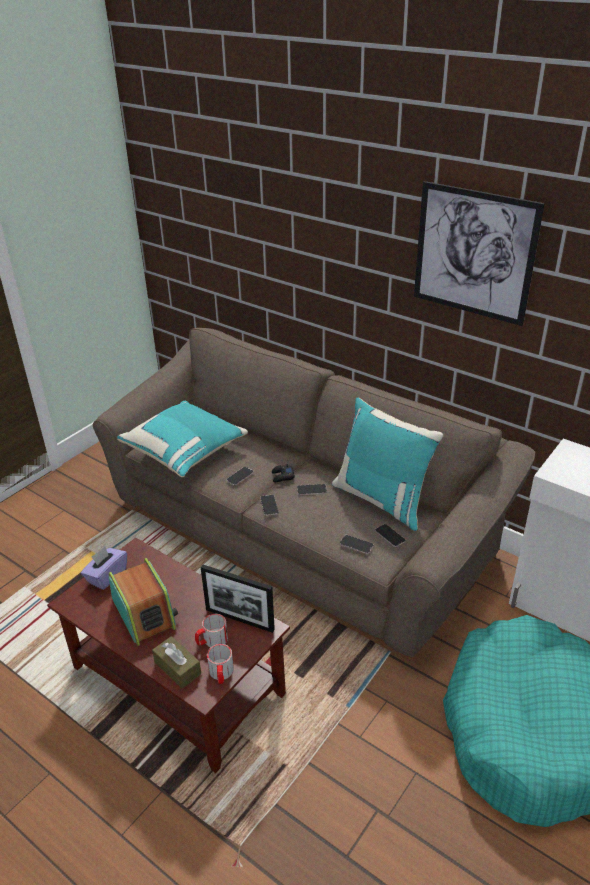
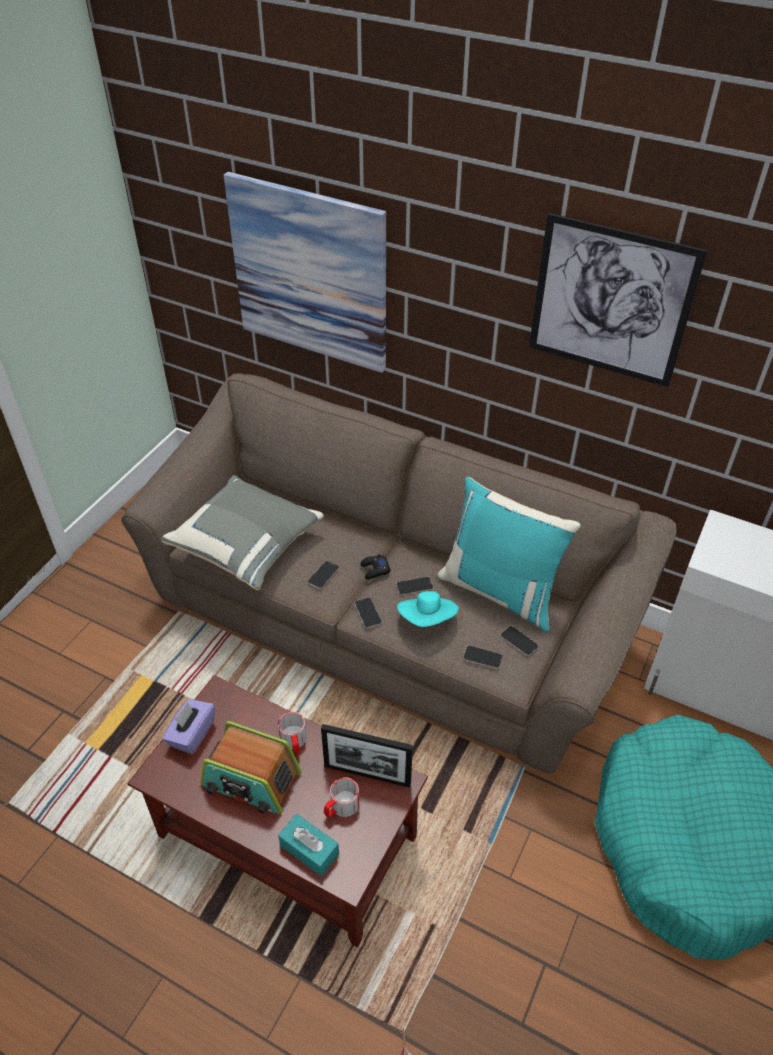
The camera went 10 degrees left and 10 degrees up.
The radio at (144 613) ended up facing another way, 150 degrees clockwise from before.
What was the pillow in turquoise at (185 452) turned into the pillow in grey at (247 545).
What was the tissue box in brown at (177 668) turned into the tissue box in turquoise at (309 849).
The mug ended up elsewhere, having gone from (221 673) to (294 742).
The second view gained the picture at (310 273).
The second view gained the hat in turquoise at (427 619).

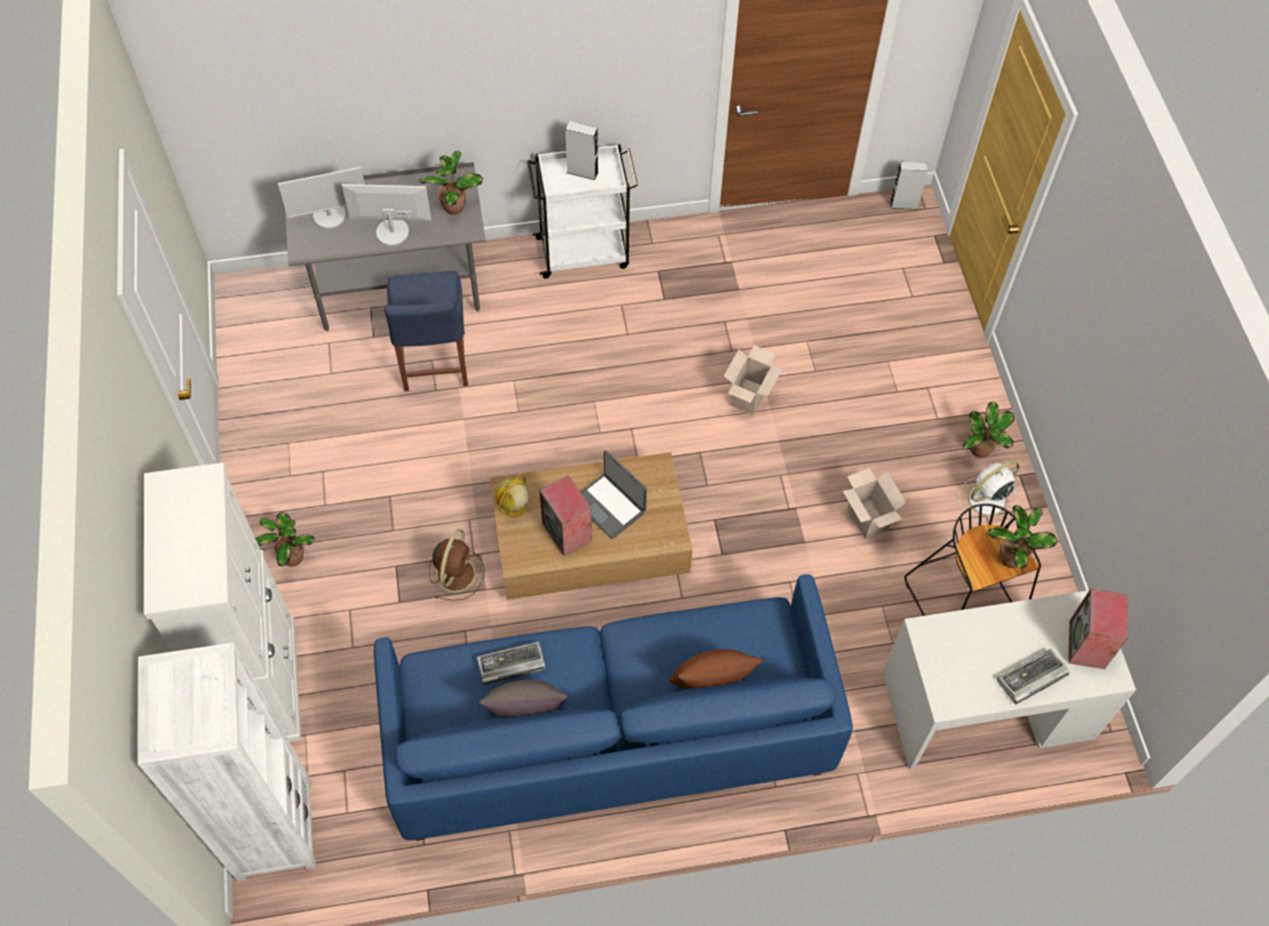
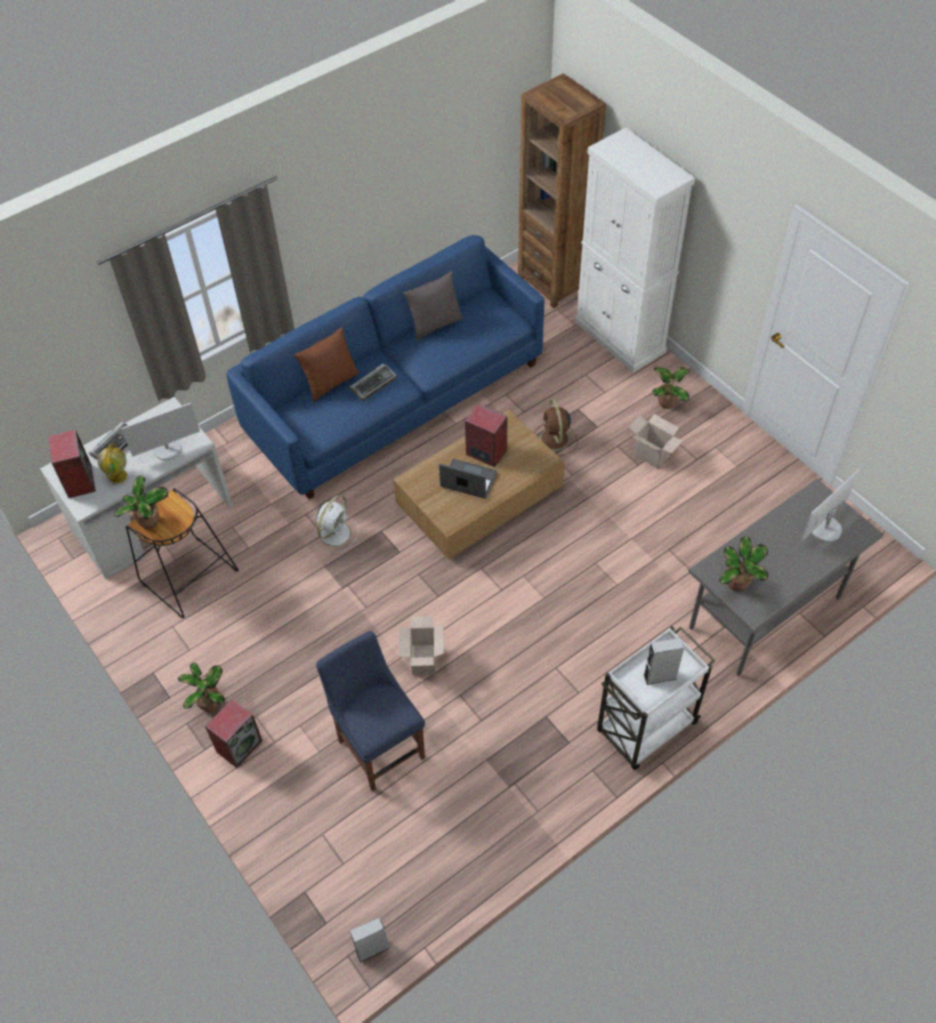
The camera went 155 degrees right and 5 degrees down.
What was the bookcase in white at (274 829) turned into the bookcase in brown at (554 282).
The monitor ended up elsewhere, having gone from (392 232) to (167 449).
The chair in blue ended up elsewhere, having gone from (434 365) to (379 745).
The keyboard ended up elsewhere, having gone from (510 665) to (373 384).
The globe ended up elsewhere, having gone from (513 509) to (118 475).
The cardboard box ended up elsewhere, having gone from (866 518) to (652 455).
The fan in white ended up elsewhere, having gone from (985 500) to (336 532).
The second view gained the speaker at (239 745).

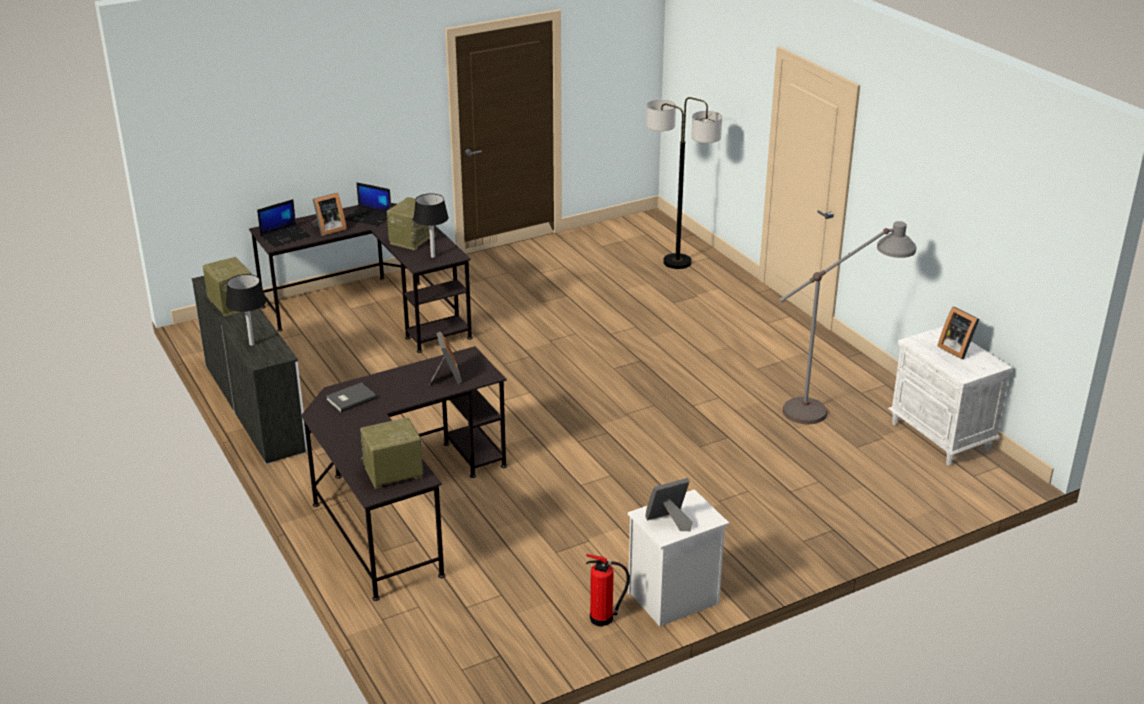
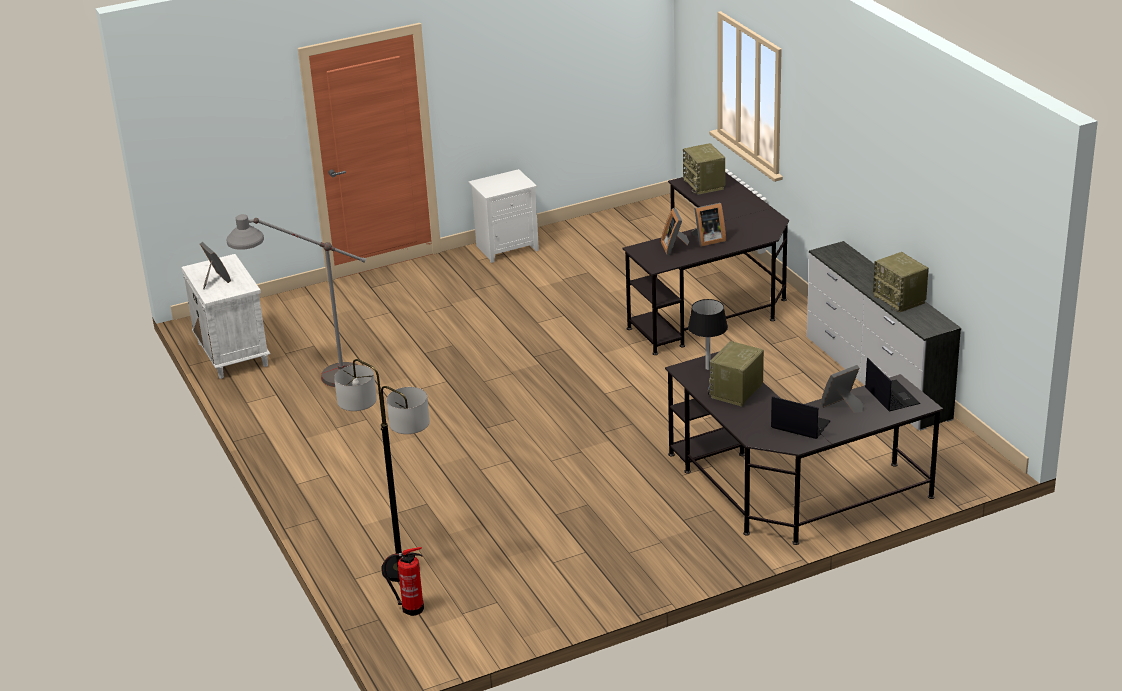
The camera went 175 degrees left and 0 degrees up.
The second view lost the table lamp in black at (252 344).
The laptop at (285 236) ended up facing another way, 105 degrees clockwise from before.
The second view lost the book in grey at (350 398).
The radio at (392 473) ended up facing another way, 90 degrees clockwise from before.
The fire extinguisher ended up elsewhere, having gone from (604 619) to (410 608).
The picture frame ended up elsewhere, having gone from (669 521) to (707 240).

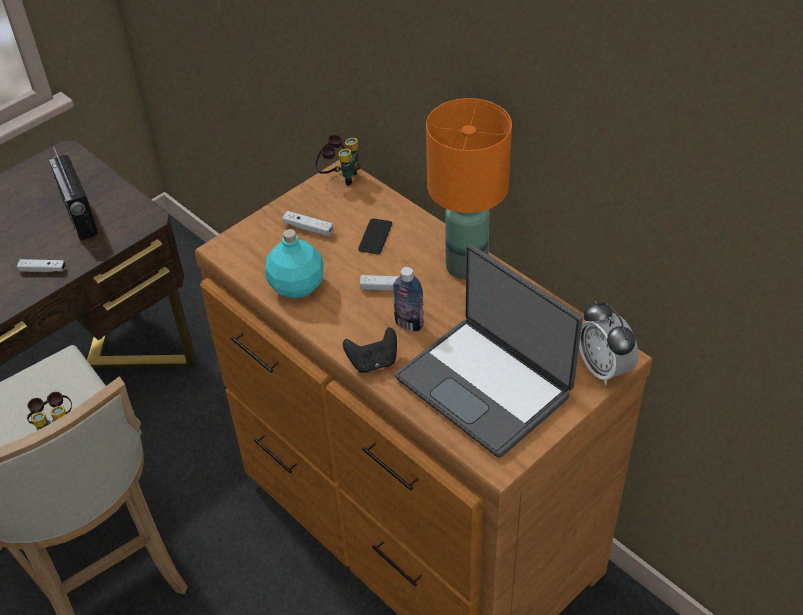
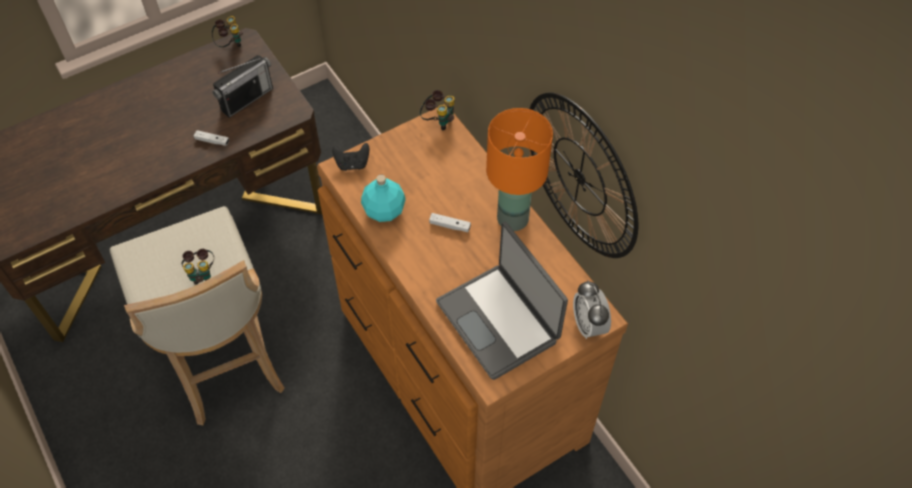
The camera went 10 degrees right and 10 degrees up.
The radio at (80 216) ended up facing another way, 120 degrees counterclockwise from before.
The second view lost the game controller in white at (308 228).
The game controller in black ended up elsewhere, having gone from (373 362) to (352 164).
The second view lost the phone at (375 237).
The second view lost the bottle at (409 324).
The second view gained the binoculars at (230 44).
The second view gained the wall clock at (580 176).

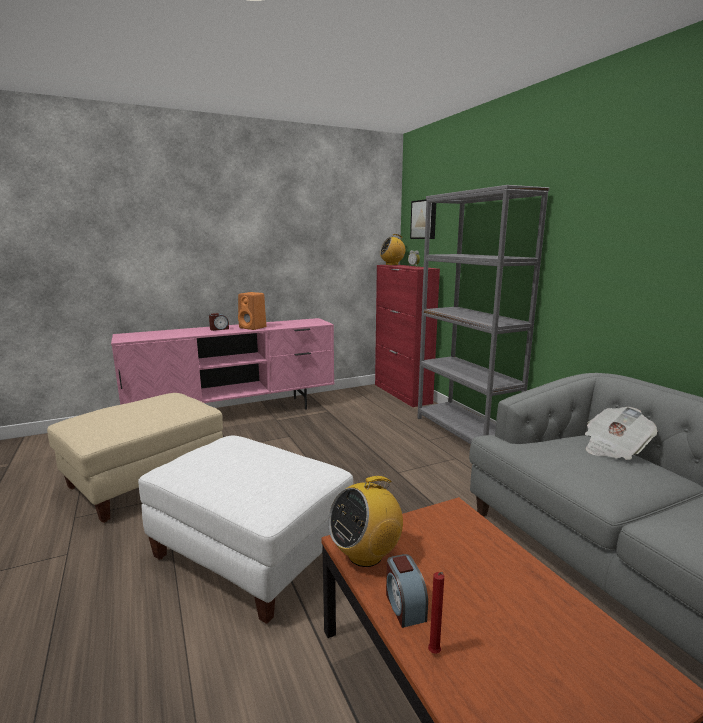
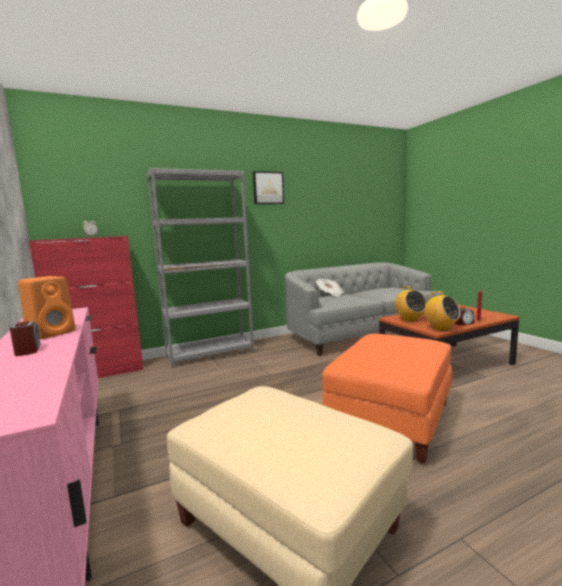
The camera went 90 degrees left and 5 degrees down.
What was the ottoman in white at (250 554) turned into the ottoman in orange at (391 419).
The radio ended up elsewhere, having gone from (392 264) to (409 319).
The picture ended up elsewhere, having gone from (424 219) to (268 188).

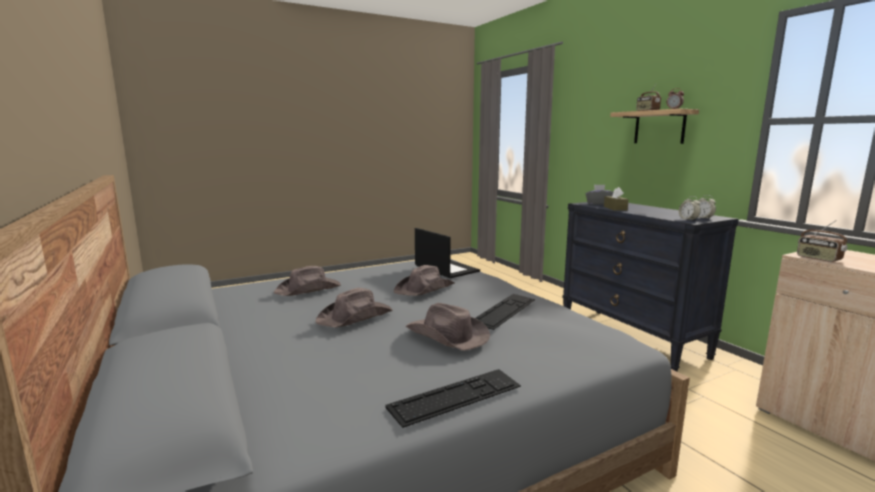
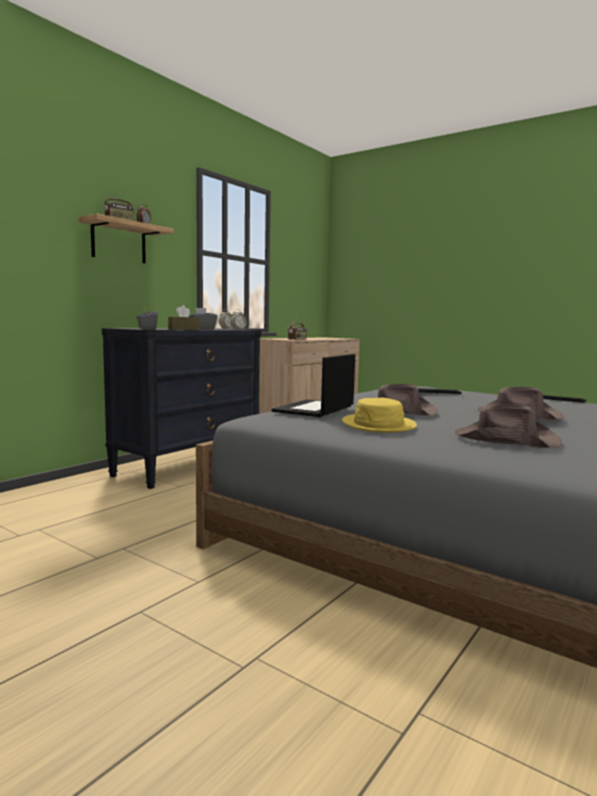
The camera went 115 degrees left and 5 degrees down.
The second view lost the hat in brown at (447 336).
The second view gained the tissue box in grey at (201 329).
The second view gained the hat in yellow at (379 425).

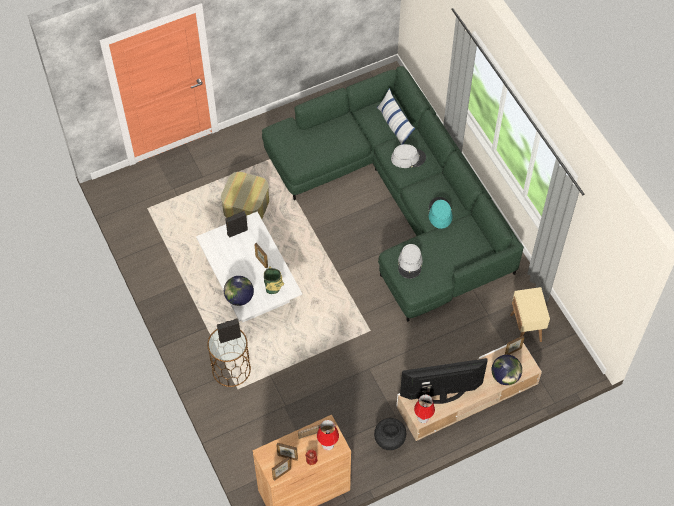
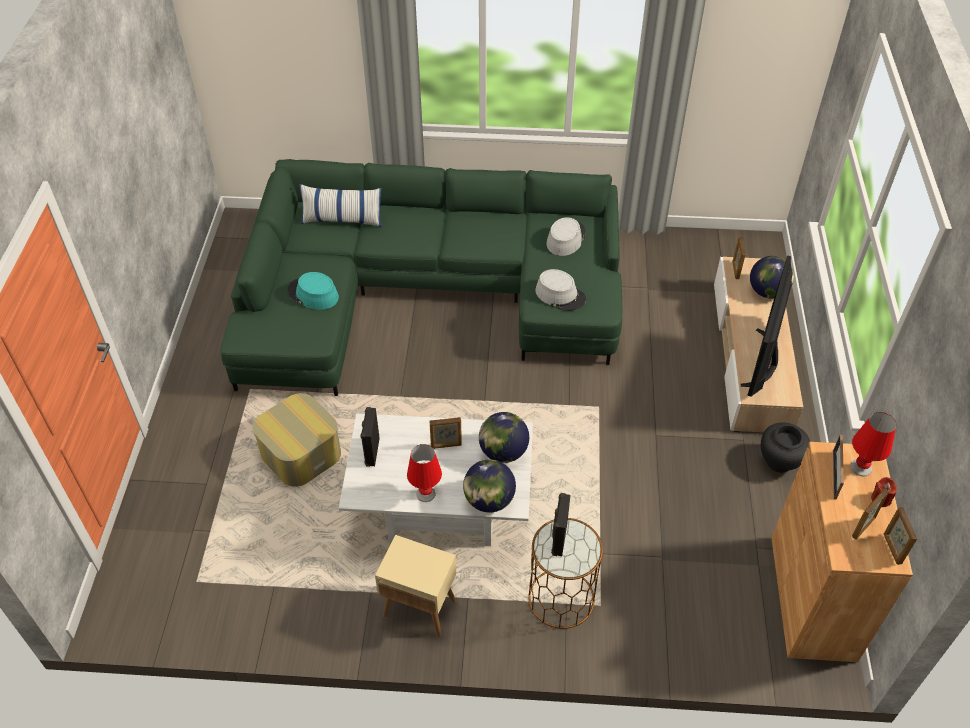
The camera went 60 degrees left and 10 degrees down.
Where the vase stood at (273 289), the globe came to stand at (503 452).
The hat in grey ended up elsewhere, having gone from (408 158) to (565 238).
The table lamp in red ended up elsewhere, having gone from (423 418) to (425 494).
The hat in turquoise ended up elsewhere, having gone from (440 213) to (313 294).
The side table in beige ended up elsewhere, having gone from (526 328) to (420 608).

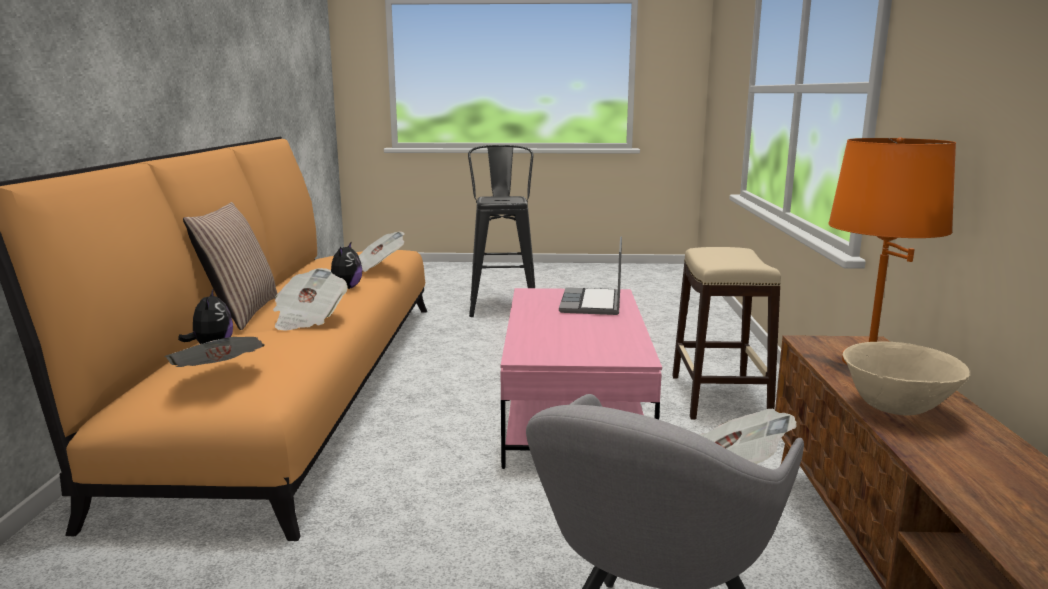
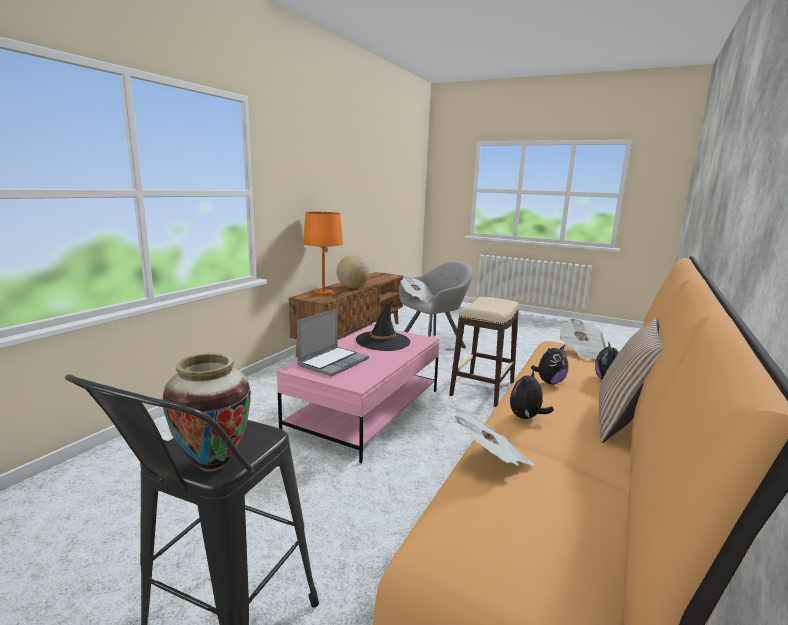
The camera went 155 degrees left and 0 degrees up.
Where the newspaper stood at (308 319), the plush toy came to stand at (549 382).
The stool in beige ended up elsewhere, having gone from (720 397) to (482 388).
Where the bowl in beige stood at (897 409), the globe came to stand at (352 287).
The second view gained the vase at (213 464).
The second view gained the hat in black at (383 341).

